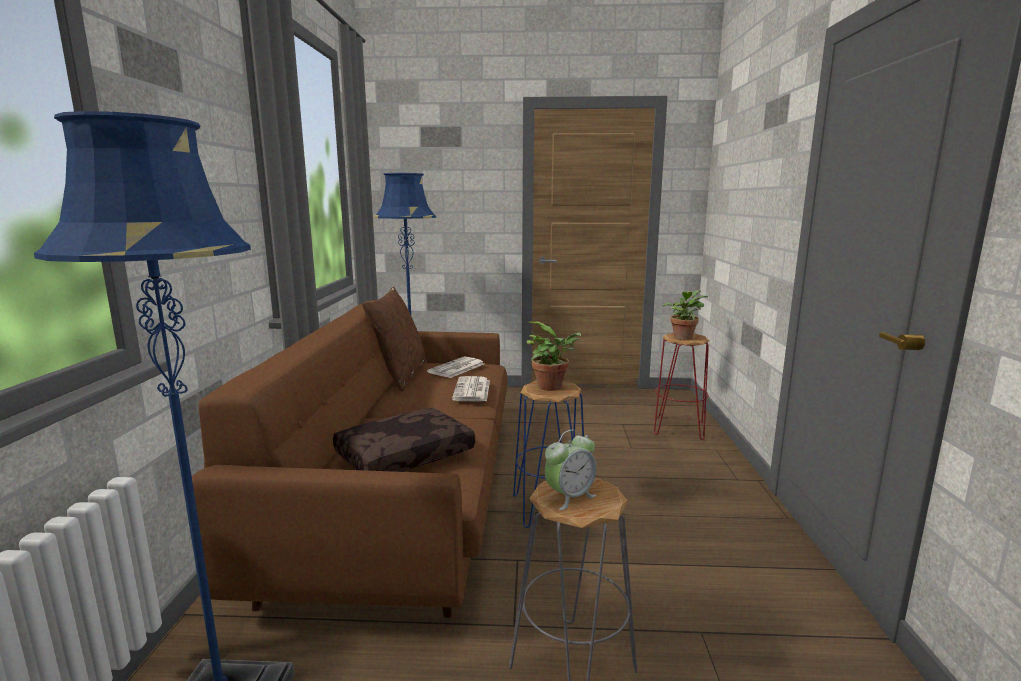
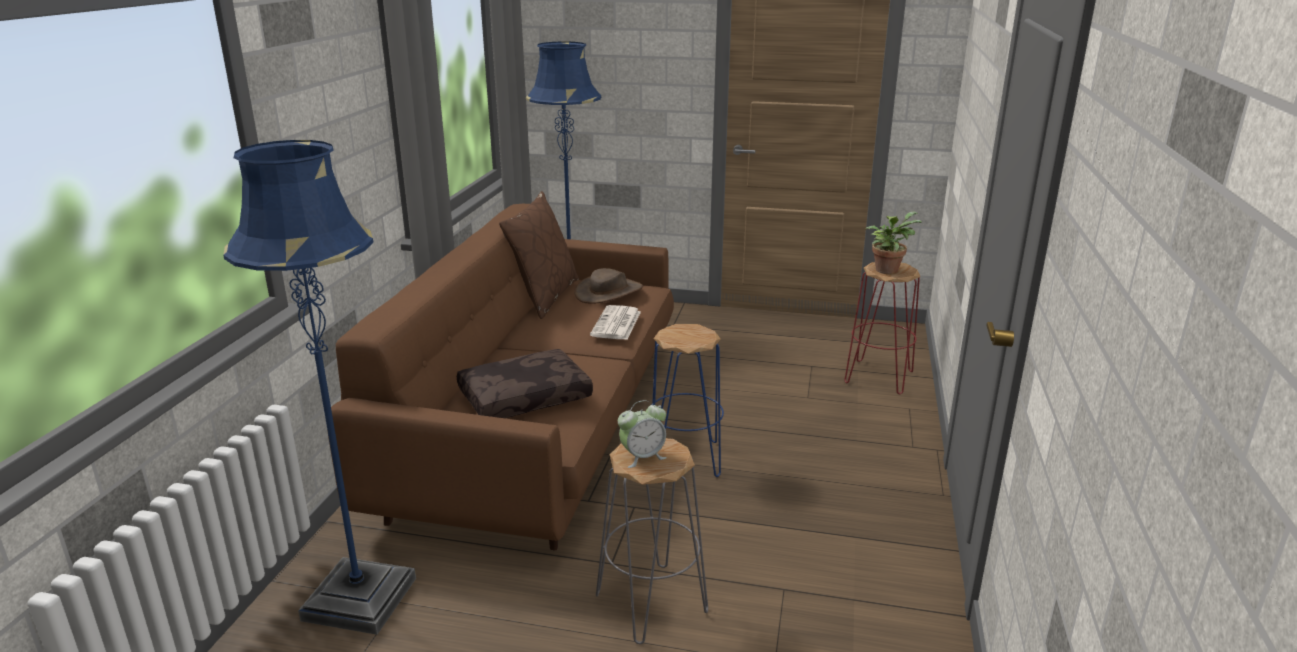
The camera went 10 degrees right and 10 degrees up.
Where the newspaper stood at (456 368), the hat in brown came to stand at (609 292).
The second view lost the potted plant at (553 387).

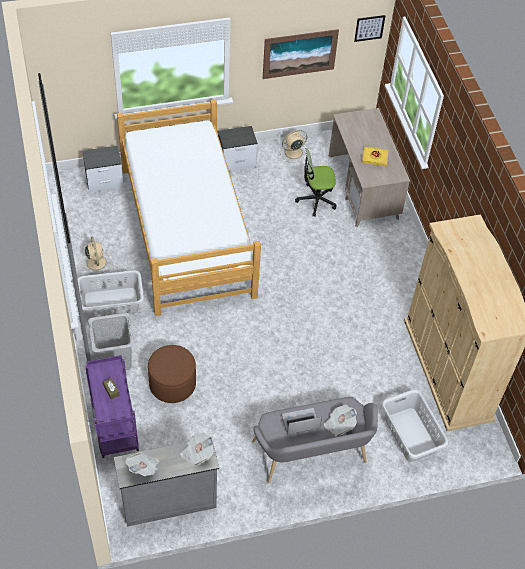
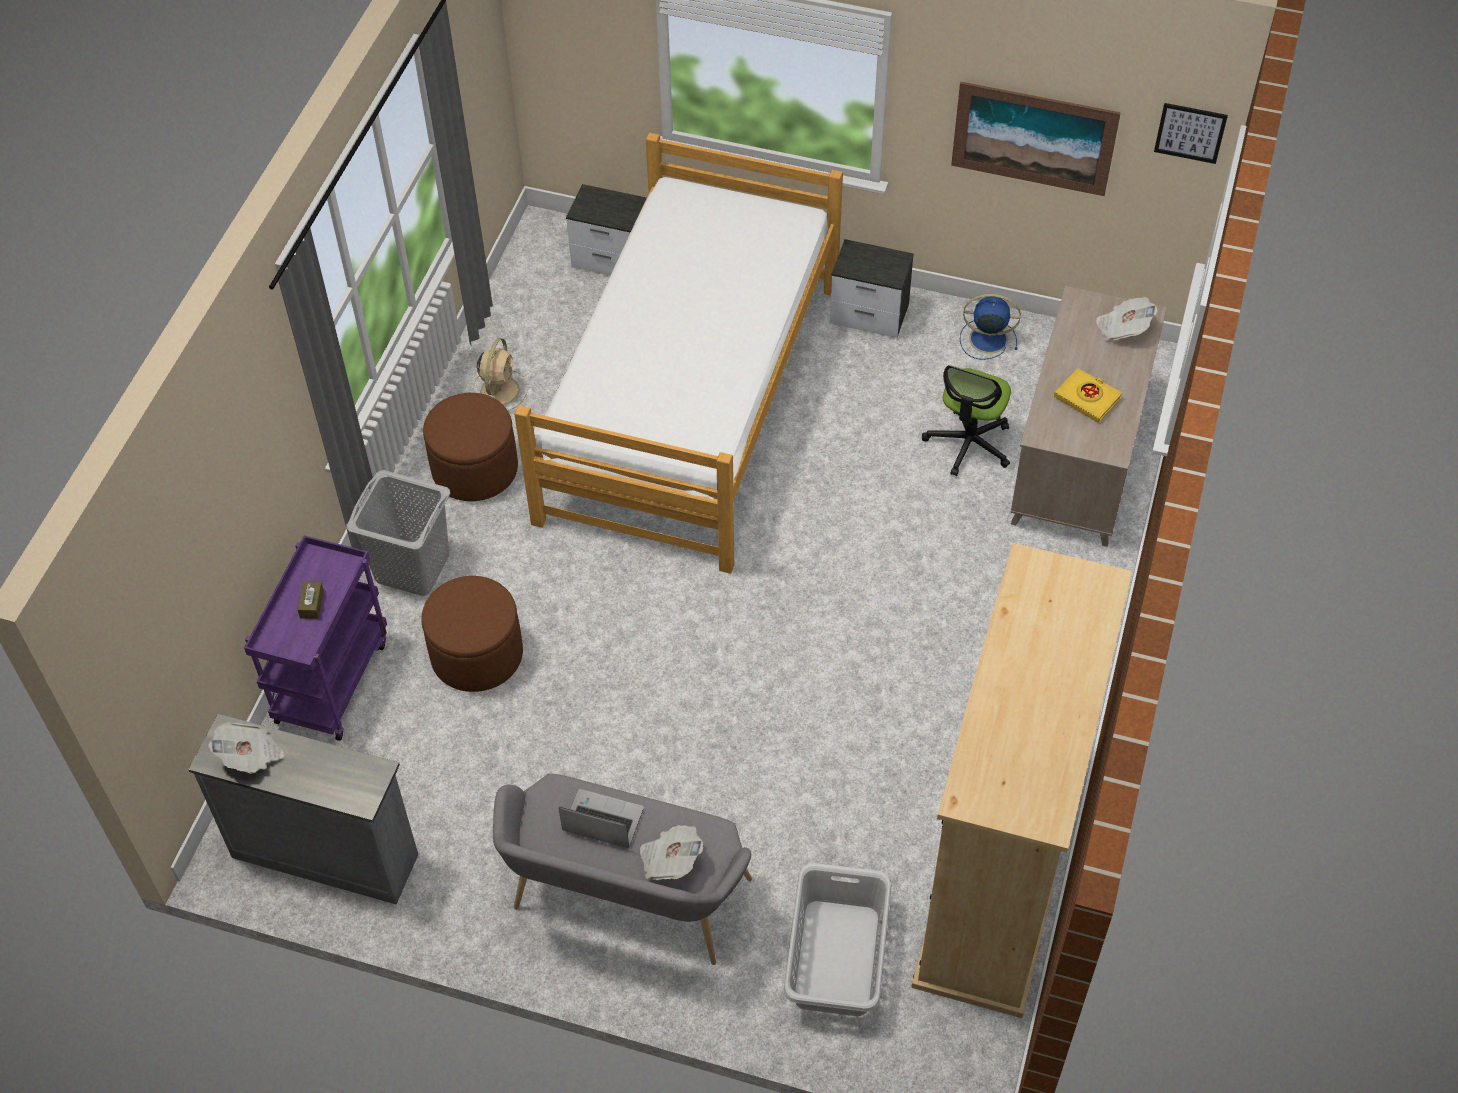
The camera went 35 degrees right and 0 degrees up.
Where the laundry basket in grey stood at (111 302), the ottoman in brown came to stand at (475 469).
The newspaper ended up elsewhere, having gone from (197 453) to (1123 328).
What was the fan in beige at (292 152) turned into the fan in blue at (986 339).
The office chair at (316 200) ended up facing another way, 90 degrees counterclockwise from before.

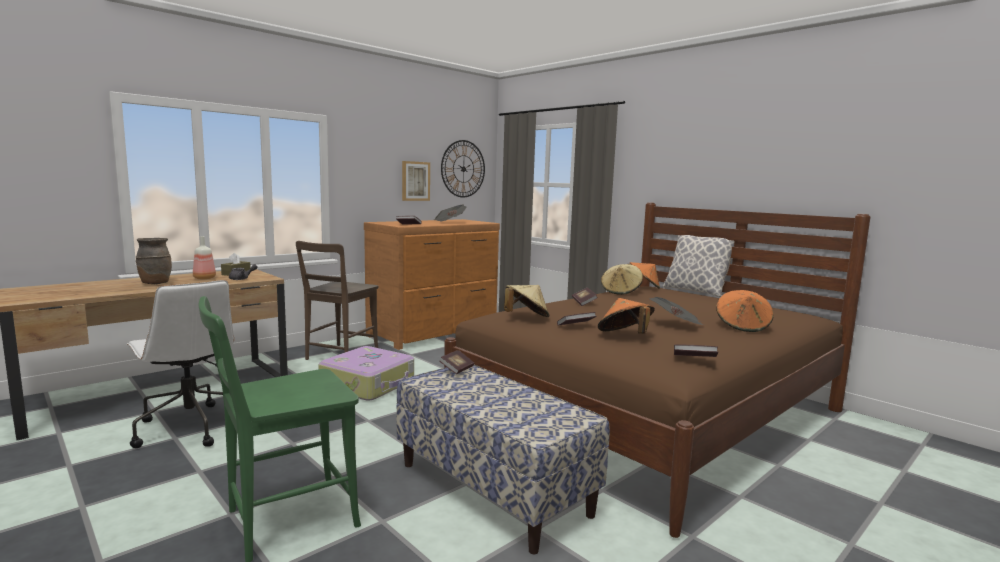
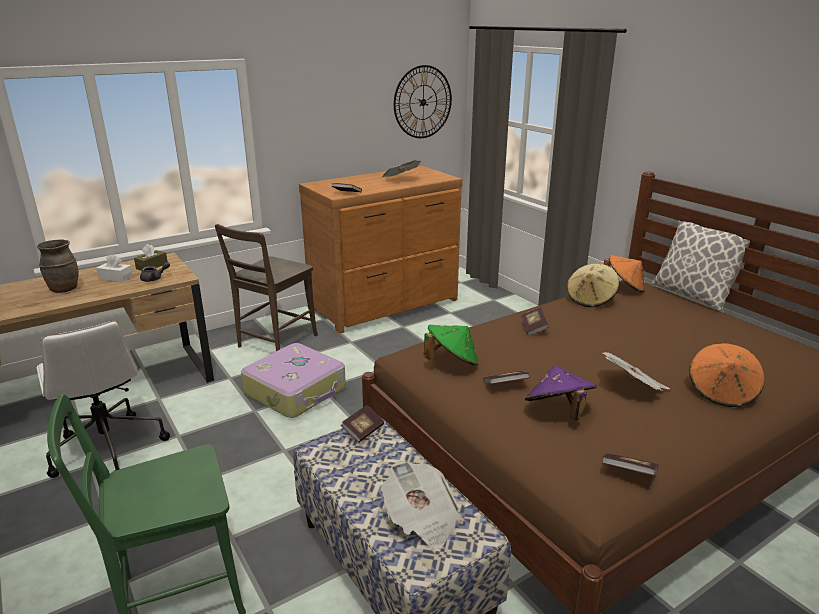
The camera went 10 degrees right and 15 degrees up.
Where the bottle stood at (203 278), the tissue box in white came to stand at (115 278).
The second view lost the picture at (415 181).
What was the hat in beige at (526 317) turned into the hat in green at (452 362).
What was the hat in orange at (624 336) turned into the hat in purple at (558 412).
The second view gained the newspaper at (421 520).

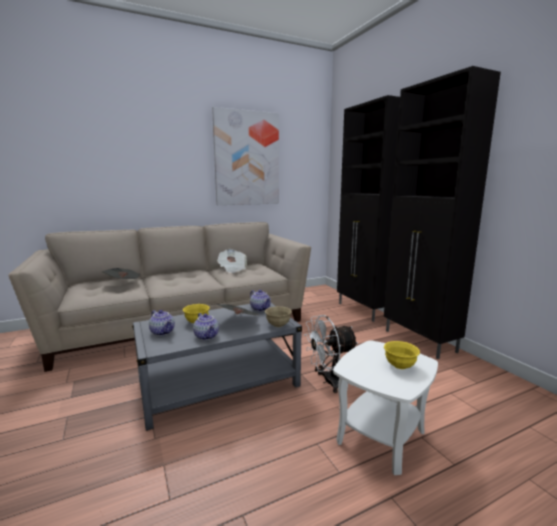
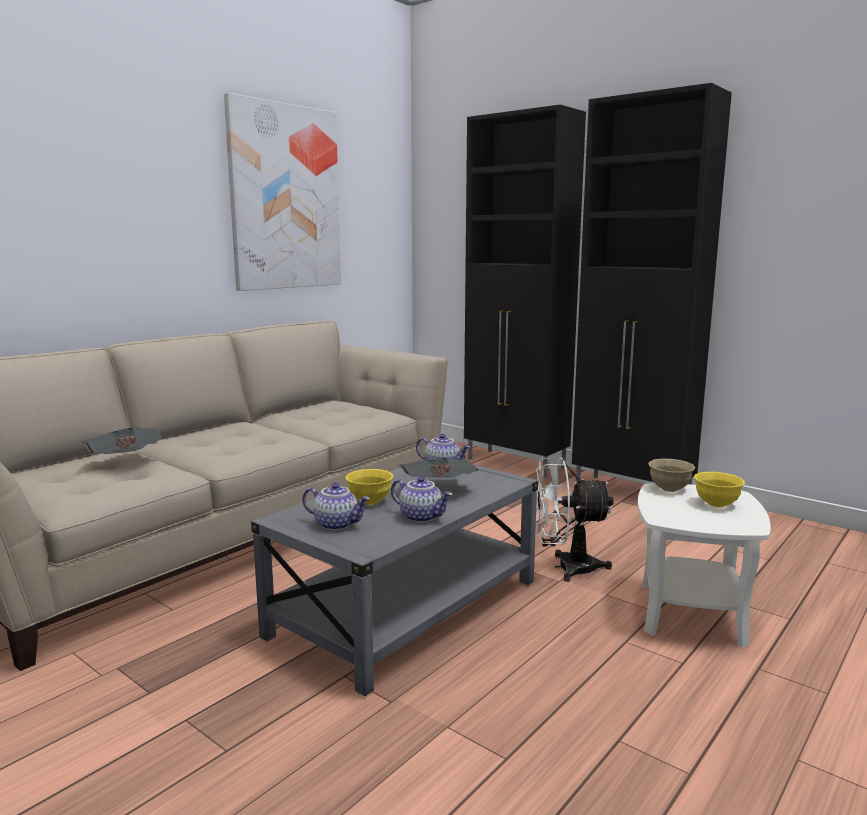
The camera went 25 degrees left and 0 degrees up.
The second view lost the newspaper at (232 269).
The bowl in beige ended up elsewhere, having gone from (278 325) to (669 489).
The fan in white at (329 382) ended up facing another way, 45 degrees clockwise from before.

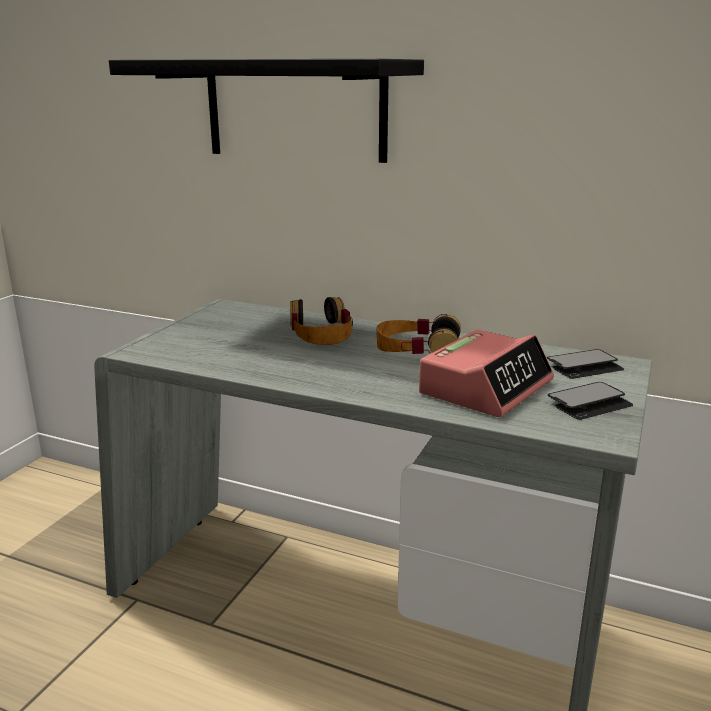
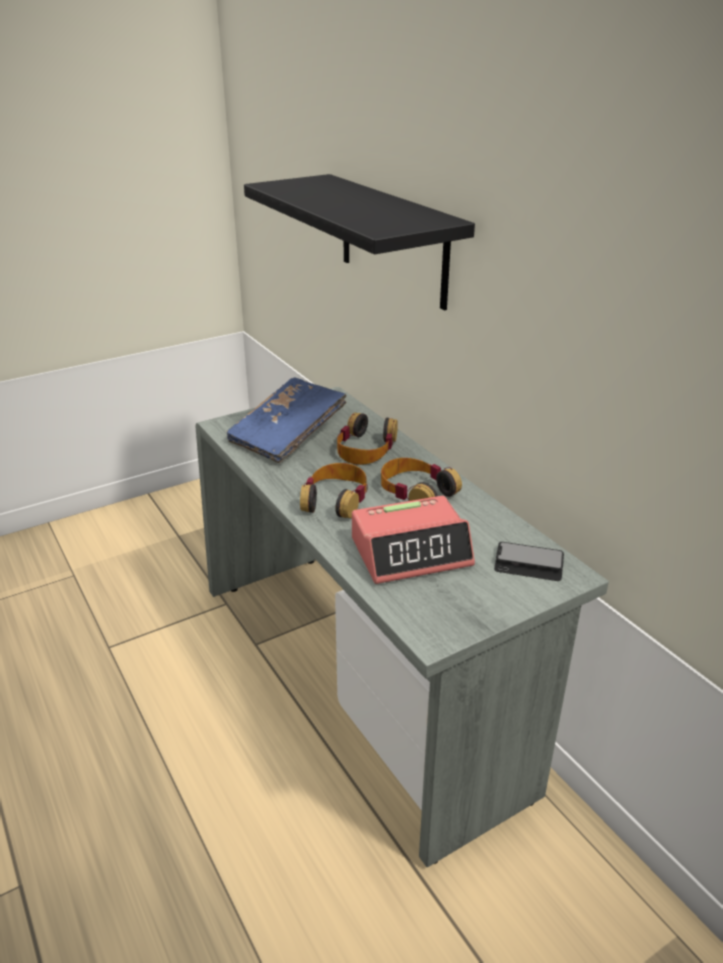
The camera went 35 degrees right and 10 degrees up.
The second view lost the phone at (589 403).
The second view gained the book in blue at (287 435).
The second view gained the headphones at (335 499).

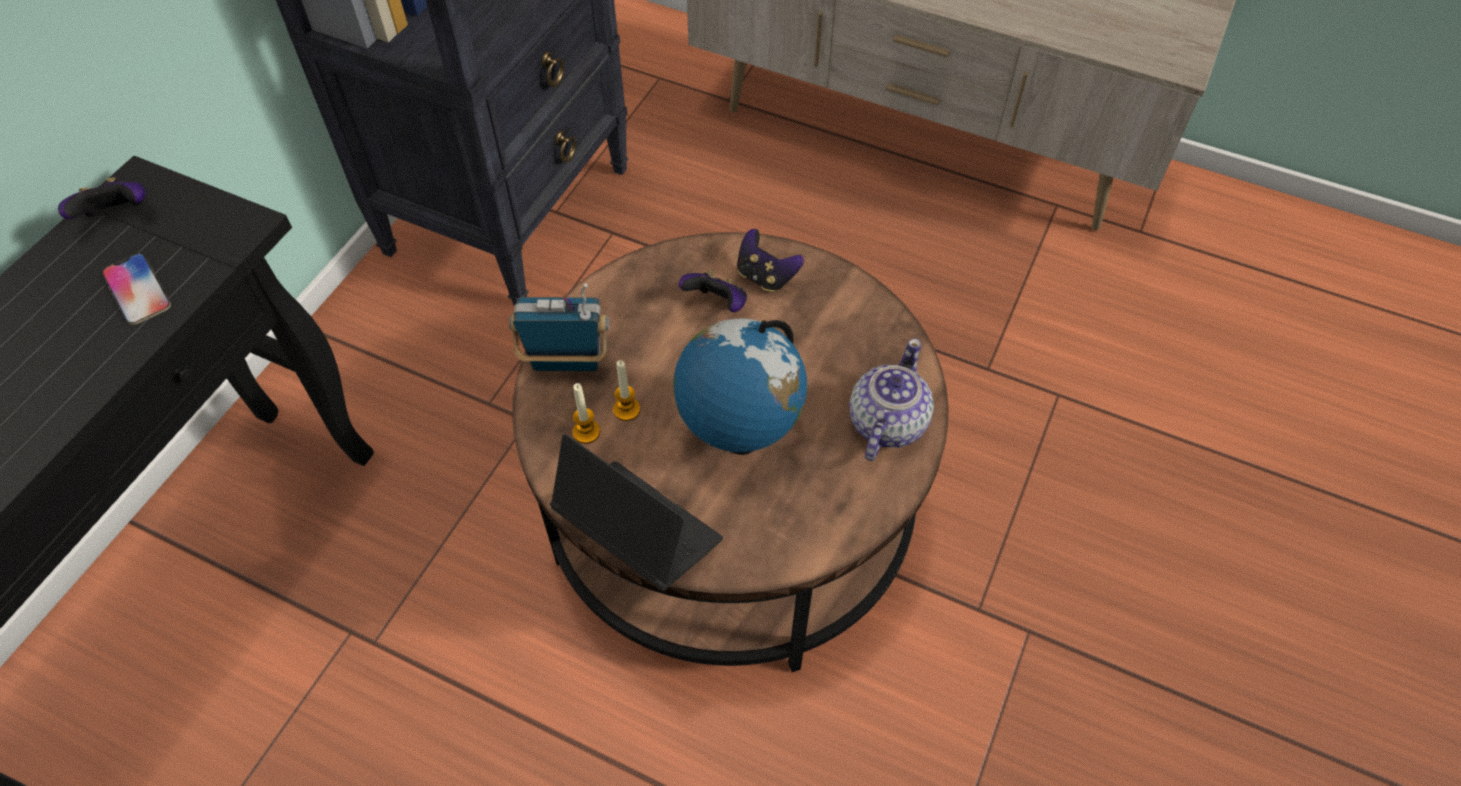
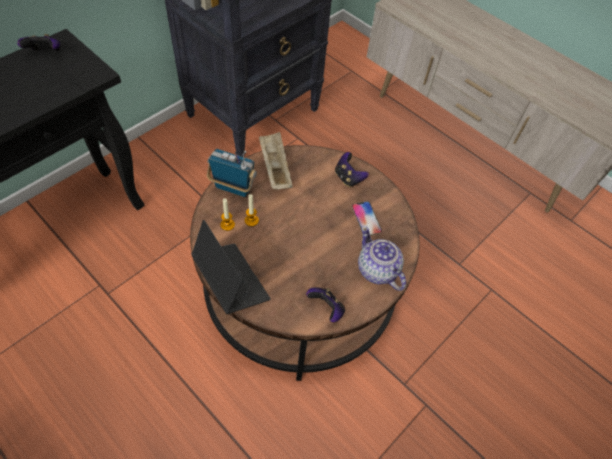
The camera went 15 degrees right and 0 degrees up.
The phone ended up elsewhere, having gone from (137 290) to (366 219).
The second view lost the globe at (739 437).
The game controller ended up elsewhere, having gone from (717 304) to (326 309).
The teapot at (886 423) ended up facing another way, 75 degrees counterclockwise from before.
The second view gained the tray in beige at (275 168).

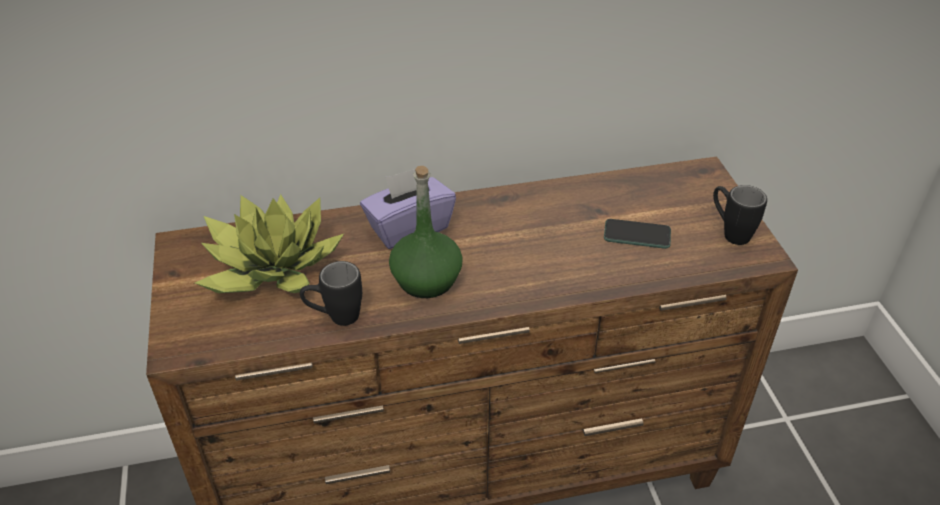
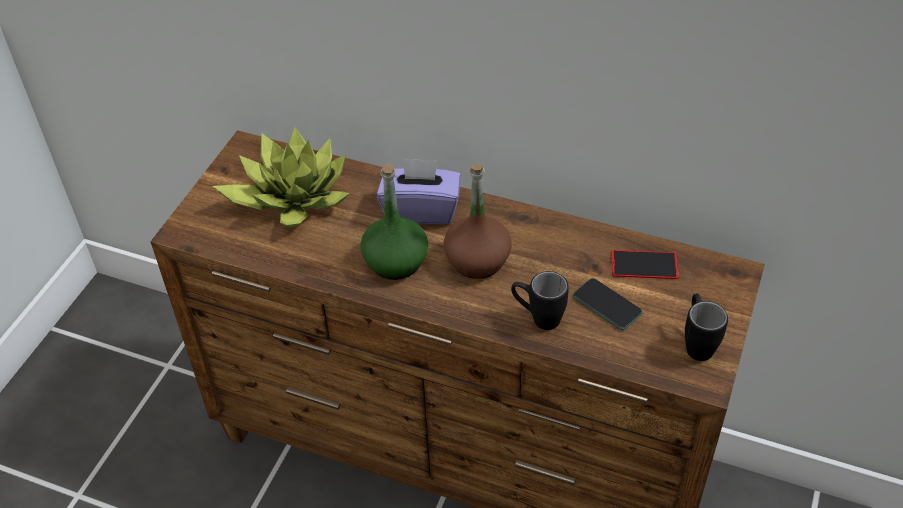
The camera went 35 degrees right and 5 degrees up.
The mug in black ended up elsewhere, having gone from (335 317) to (537 318).
The second view gained the bottle in brown at (477 260).
The second view gained the phone at (644 265).

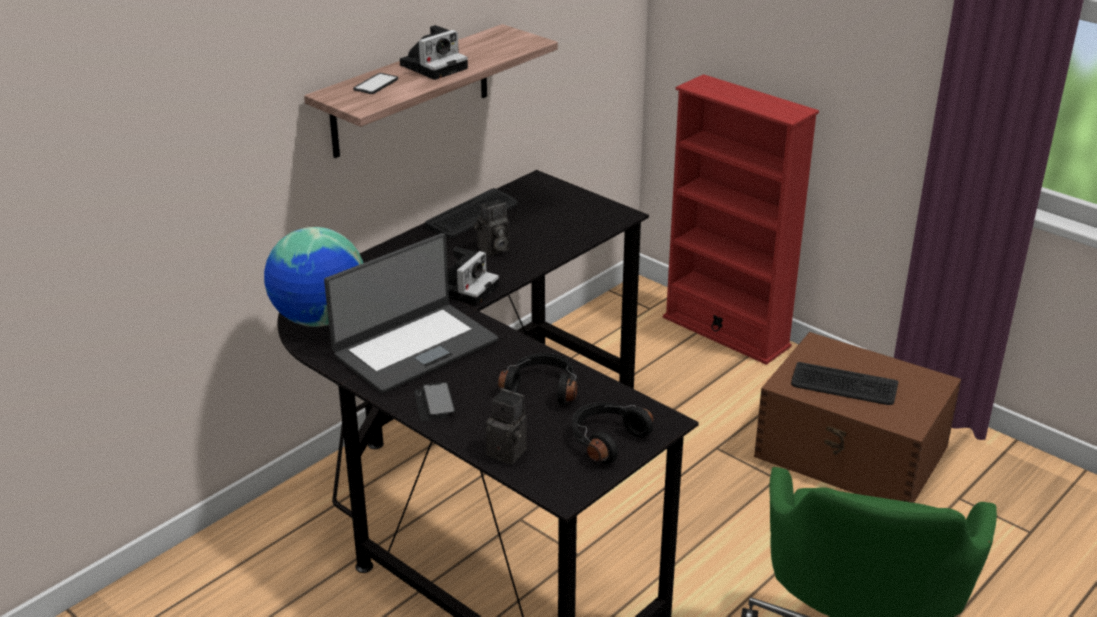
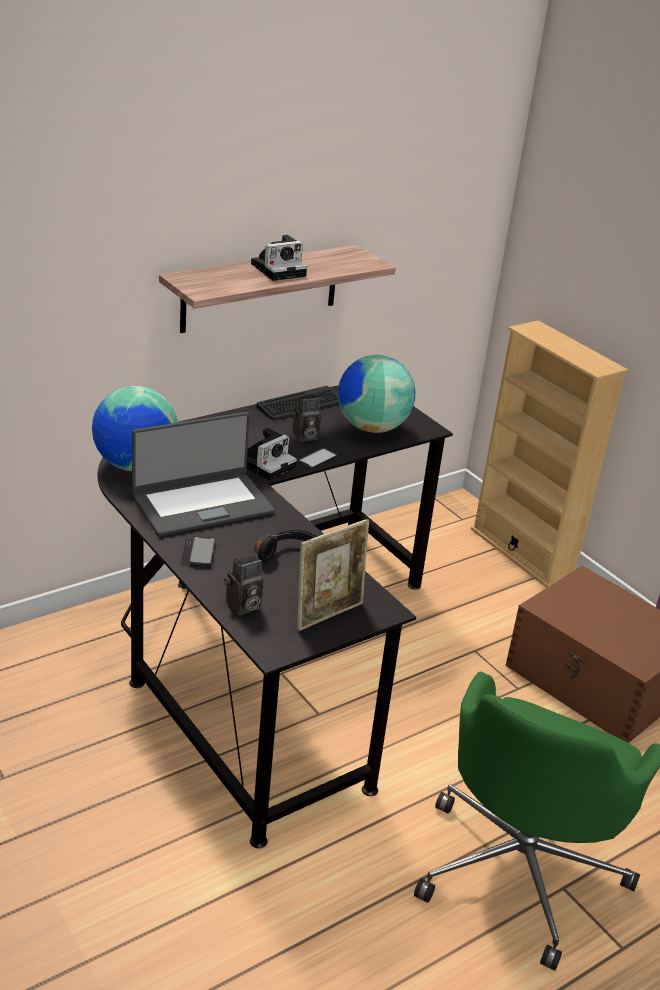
The camera went 10 degrees right and 0 degrees up.
The phone ended up elsewhere, having gone from (376 84) to (317 459).
The photo camera at (509 452) ended up facing another way, 105 degrees clockwise from before.
Where the headphones in black stood at (606 439), the picture frame came to stand at (328 614).
What was the bookcase in red at (726 332) turned into the bookcase in beige at (522 553).
The second view lost the keyboard at (844 385).
The second view gained the globe at (371 427).

